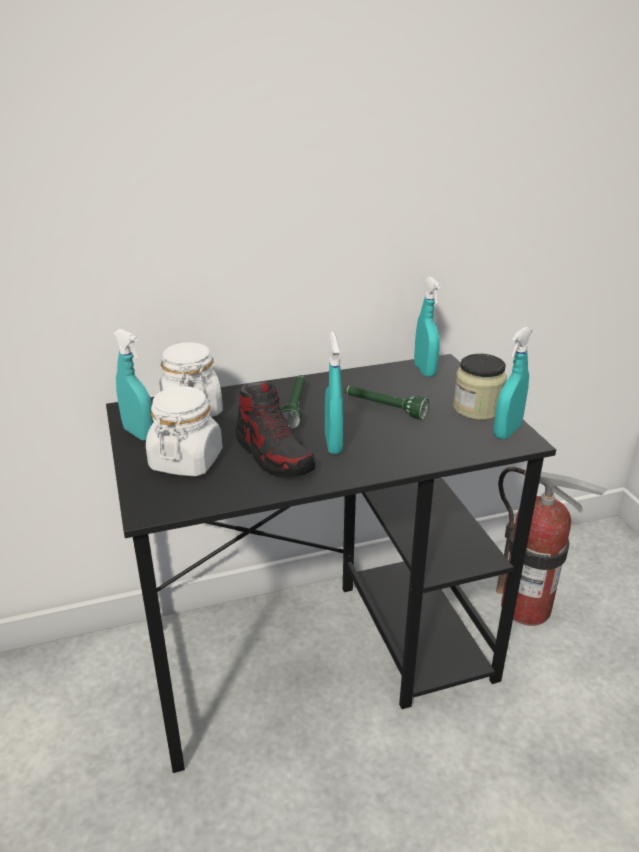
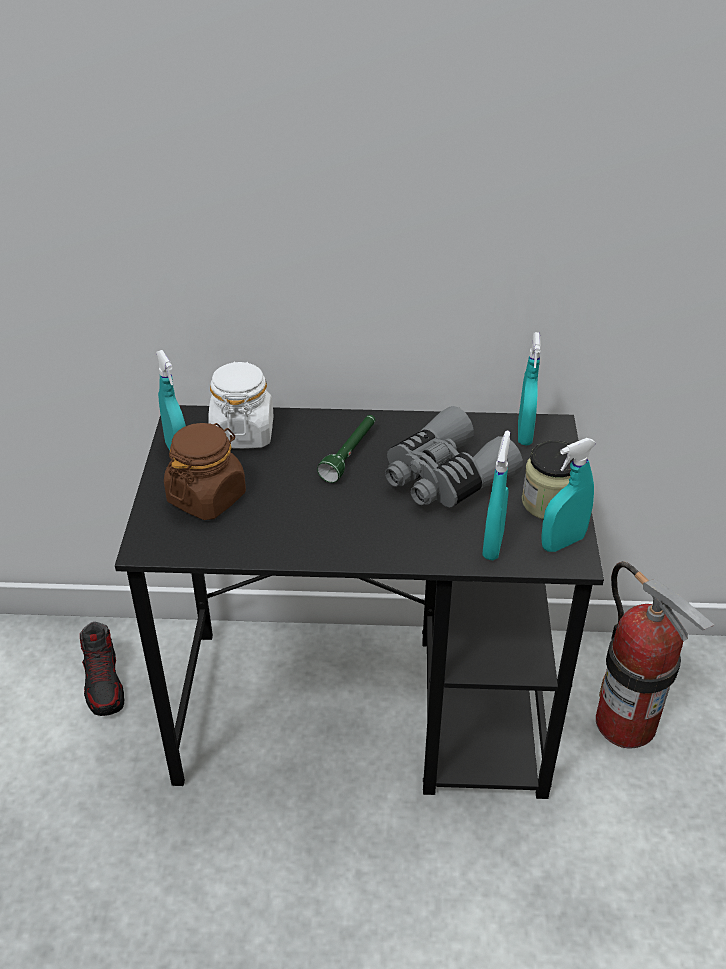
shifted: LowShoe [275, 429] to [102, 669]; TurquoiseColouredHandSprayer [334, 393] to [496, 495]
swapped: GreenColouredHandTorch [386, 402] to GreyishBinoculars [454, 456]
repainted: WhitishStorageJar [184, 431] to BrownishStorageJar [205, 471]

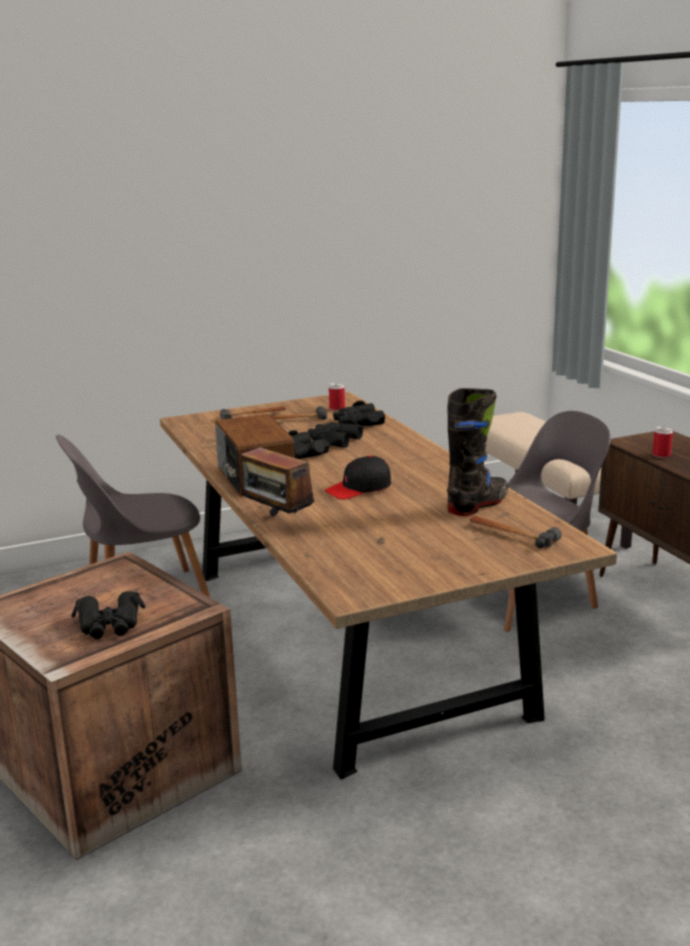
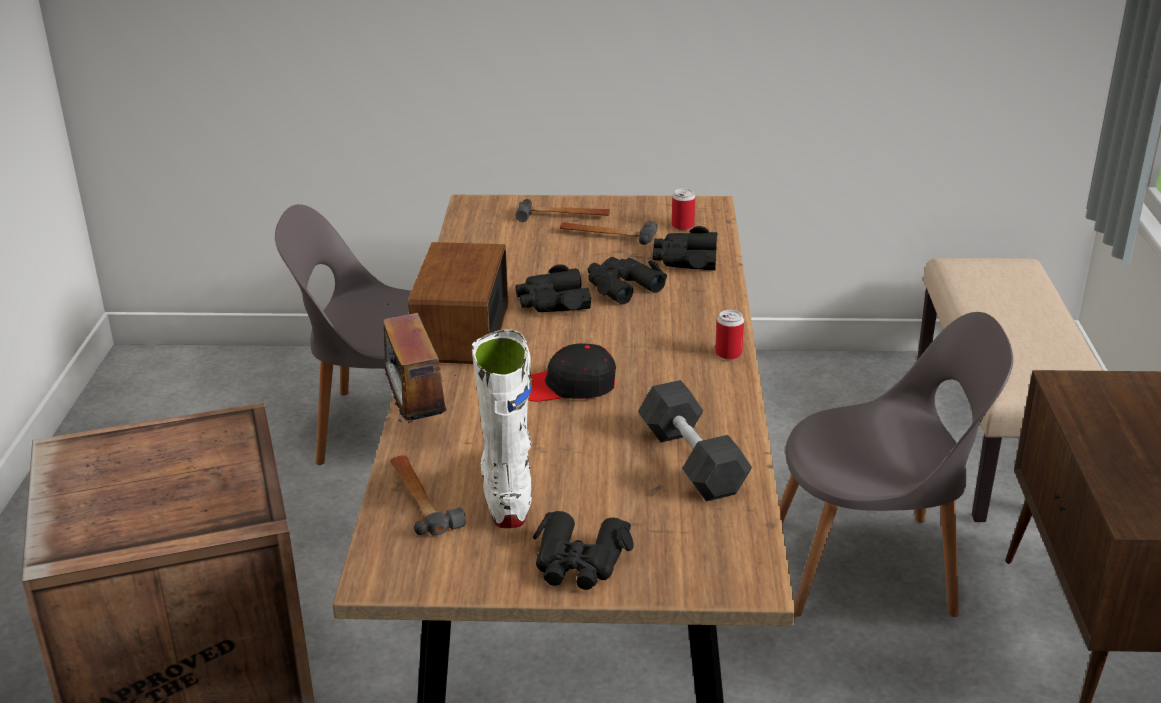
new: WhitishHighTopBoot [501, 428]
shifted: BlackishBinoculars [108, 615] to [583, 550]; ToolHammer [515, 532] to [428, 495]; SealedCan [663, 442] to [729, 335]
swapped: BlackishHighTopBoot [478, 452] to GreyishHandWeight [695, 441]

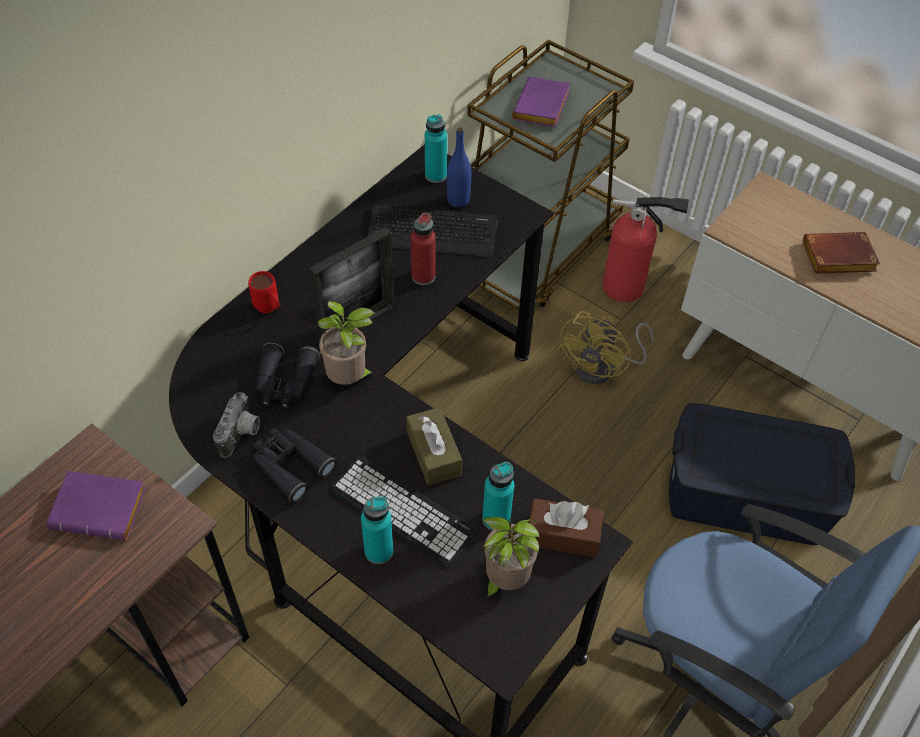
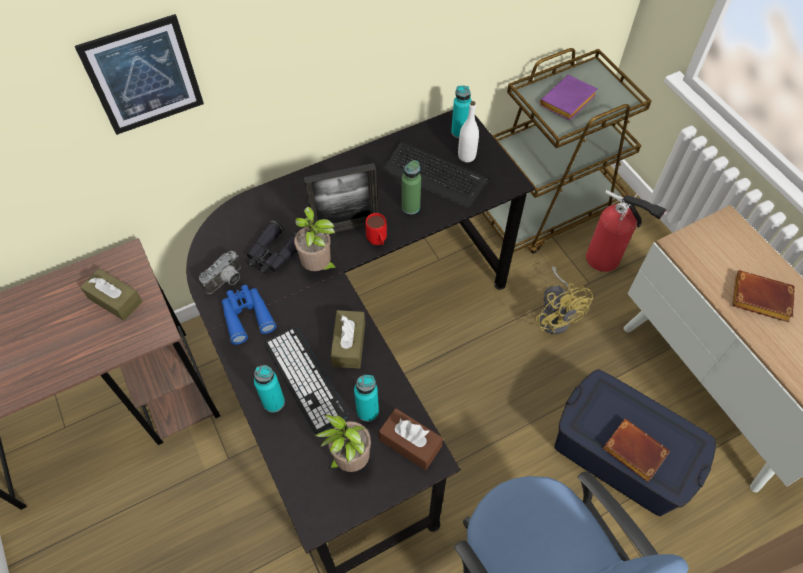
new: WallArt [139, 74]; BrownishBook [636, 450]
shifted: RedMug [264, 292] to [376, 229]
swapped: PurpleColouredBook [96, 505] to BrownishBoxOfTissues [111, 294]
repainted: BlackishBinoculars [295, 465] to BlueBinoculars [249, 315]; RedBottle [423, 249] to GreenColouredBottle [411, 187]; BlueBottle [459, 167] to WhitishBottle [468, 131]
rotated: YellowishCoolingFan [605, 347] = [564, 300] 75 degrees counterclockwise

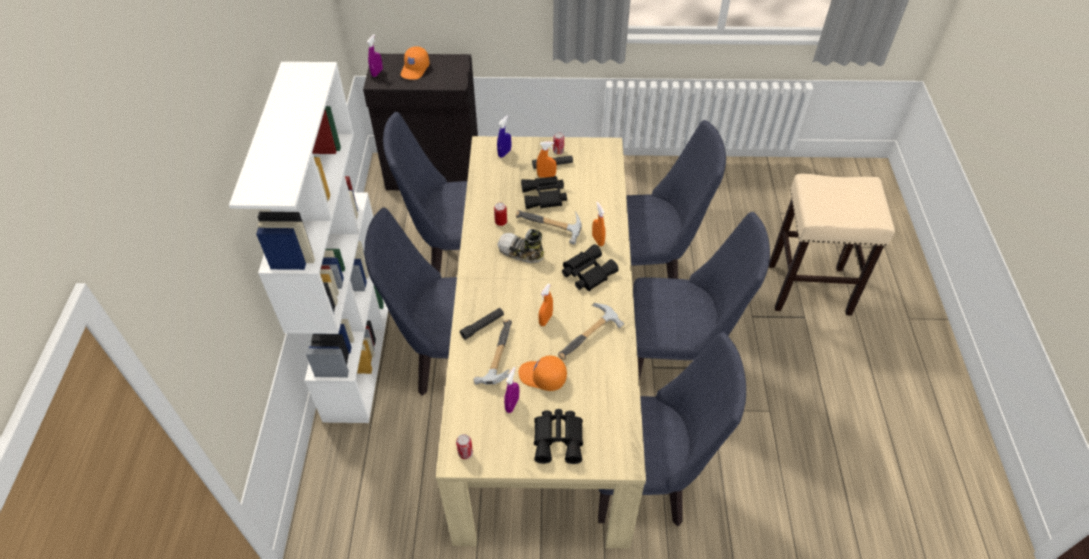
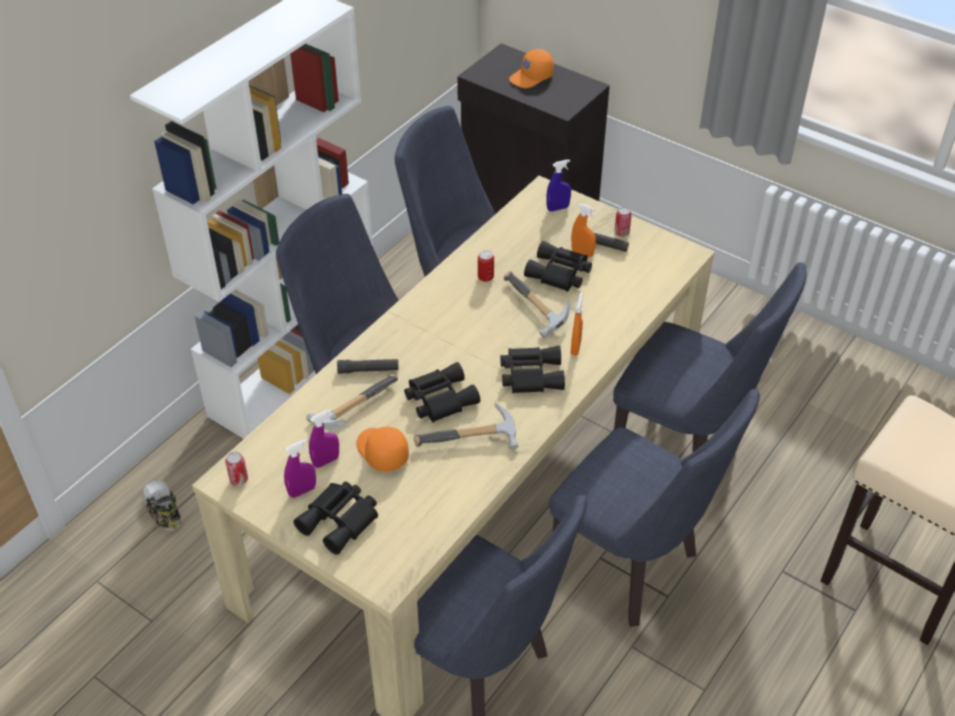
shifted: PurpleColouredHandSprayer [375, 55] to [300, 468]; LowShoe [520, 246] to [162, 506]
swapped: OrangeColouredHandSprayer [545, 305] to BlackishBinoculars [442, 392]

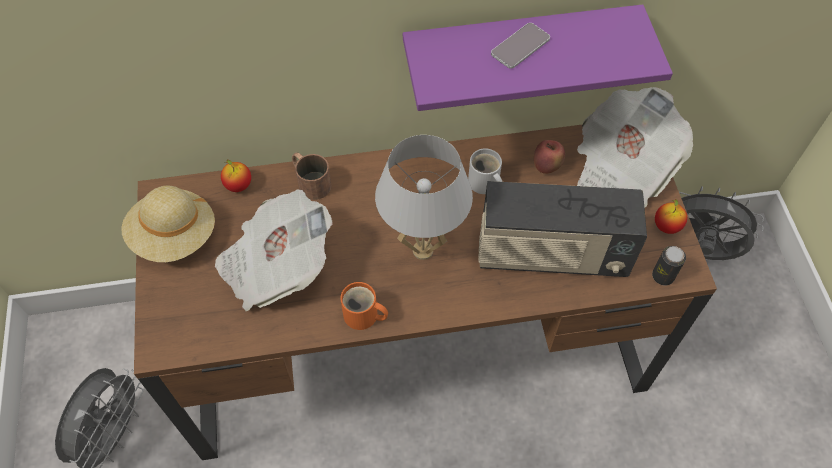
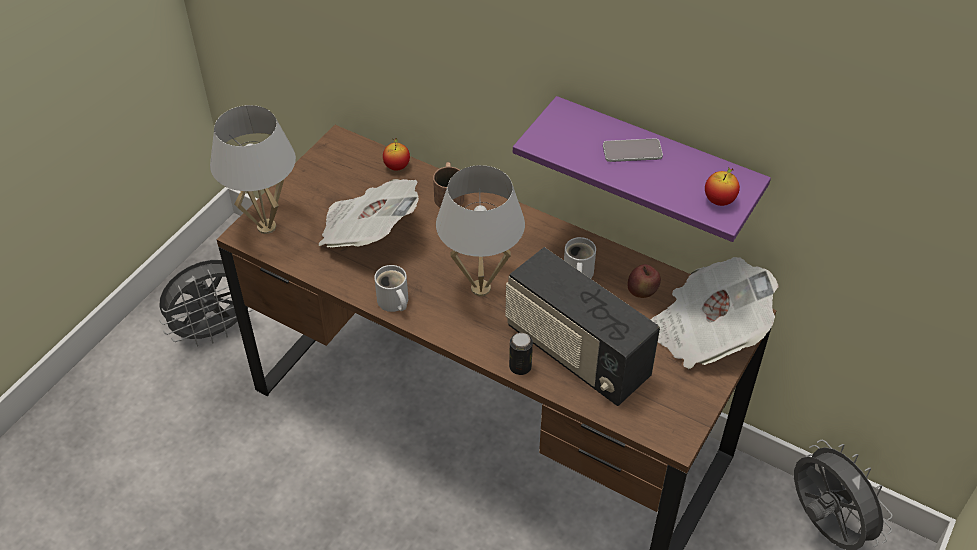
gone: SandColouredHat [168, 224]
new: WhitishTabletopLamp [253, 169]
shifted: SealedCan [669, 266] to [521, 354]; Apple [671, 216] to [722, 187]
repainted: OrangeColouredMug [364, 306] to WhitishMug [391, 288]

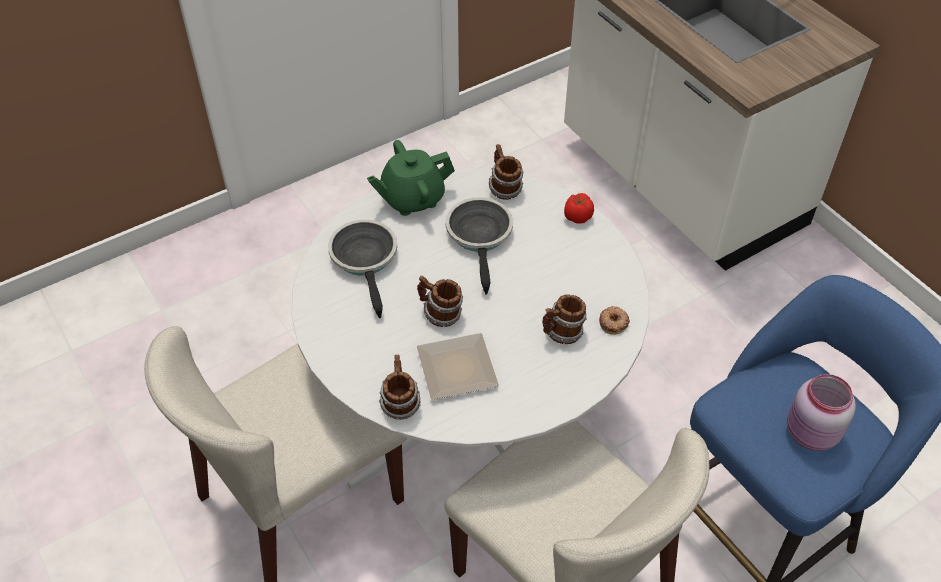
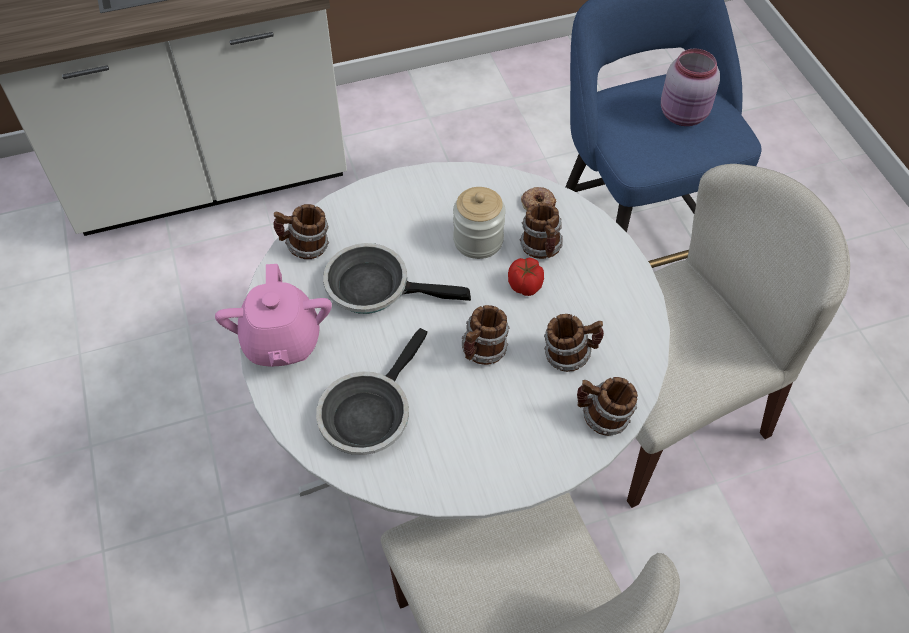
new: StorageJar [479, 223]
shifted: WholeTomato [579, 208] to [526, 277]
swapped: FlatDish [458, 366] to Mug [574, 343]
repainted: GreenColouredTeapot [411, 178] to PinkishTeapot [273, 315]
rotated: Pan [362, 269] = [372, 391] 60 degrees counterclockwise

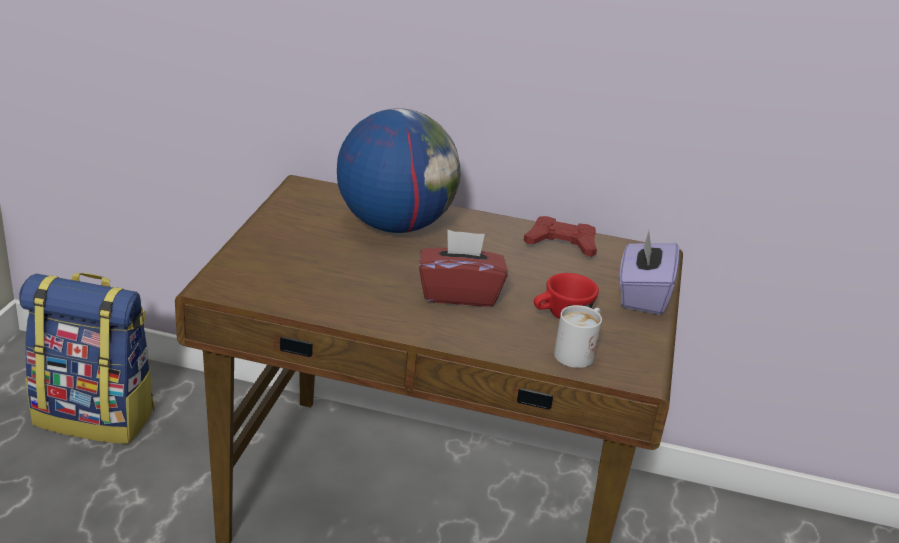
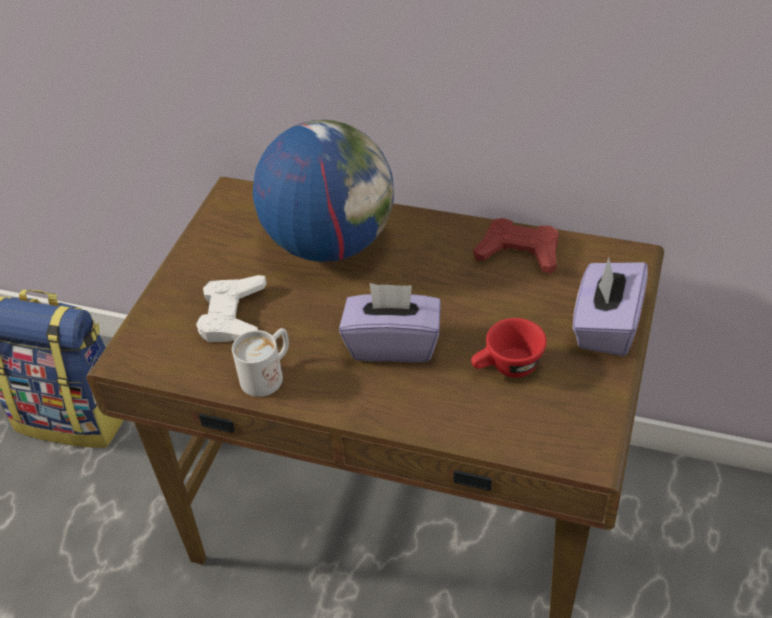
new: WhitishGamepad [231, 308]
shifted: WhitishMug [578, 336] to [260, 362]
repainted: RedBoxOfTissues [463, 268] to PurpleColouredBoxOfTissues [390, 322]

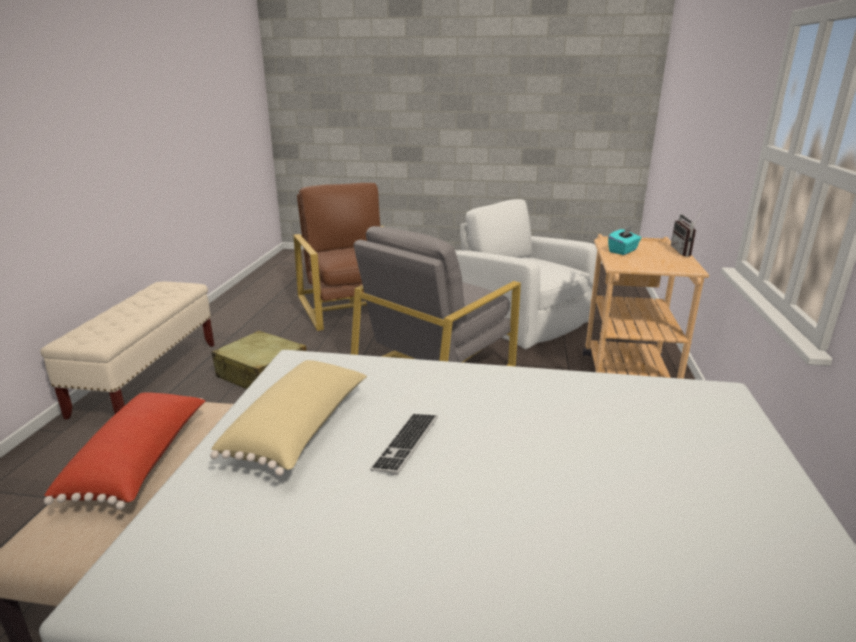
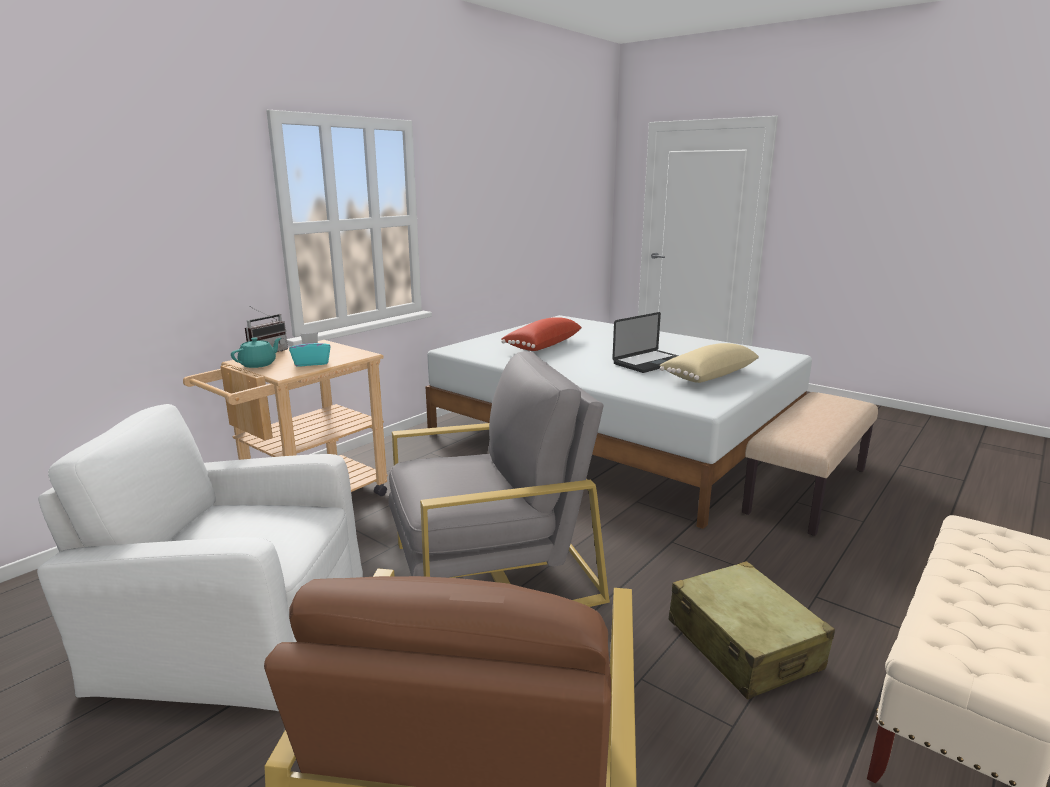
new: TurquoiseColouredTeapot [256, 352]
shifted: RedPillow [125, 451] to [541, 334]
swapped: Keyboard [404, 444] to Laptop [645, 342]
rotated: WhitishEasyChair [526, 274] = [200, 557] 105 degrees clockwise

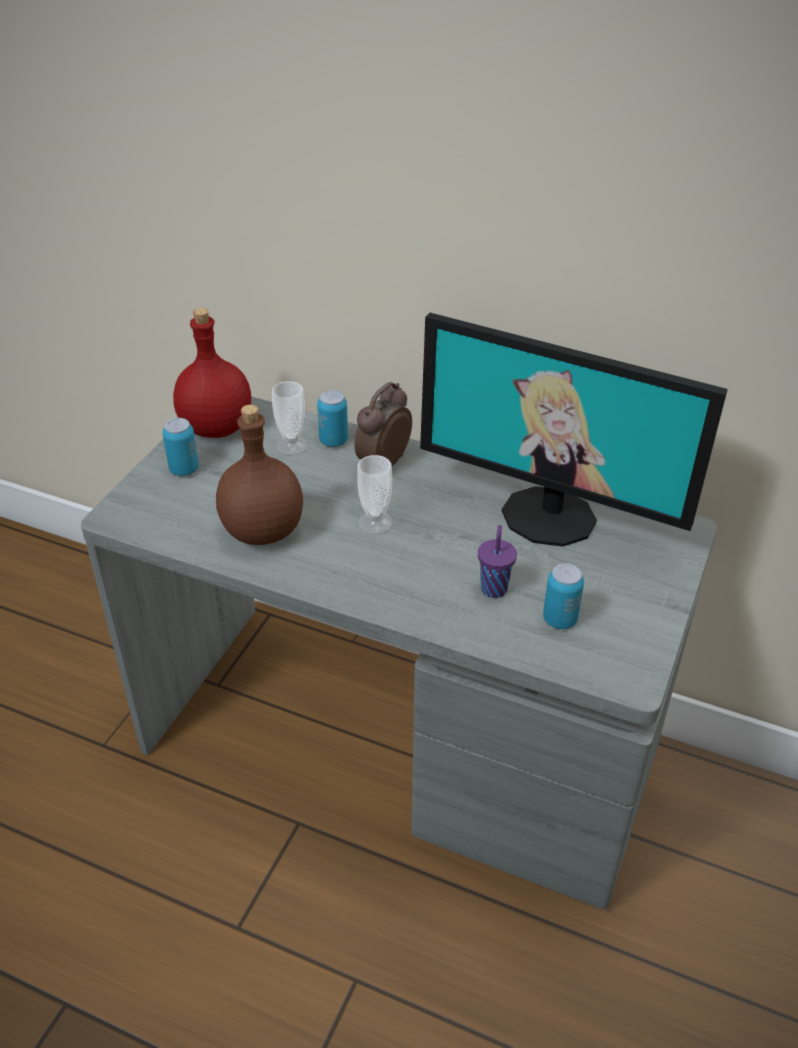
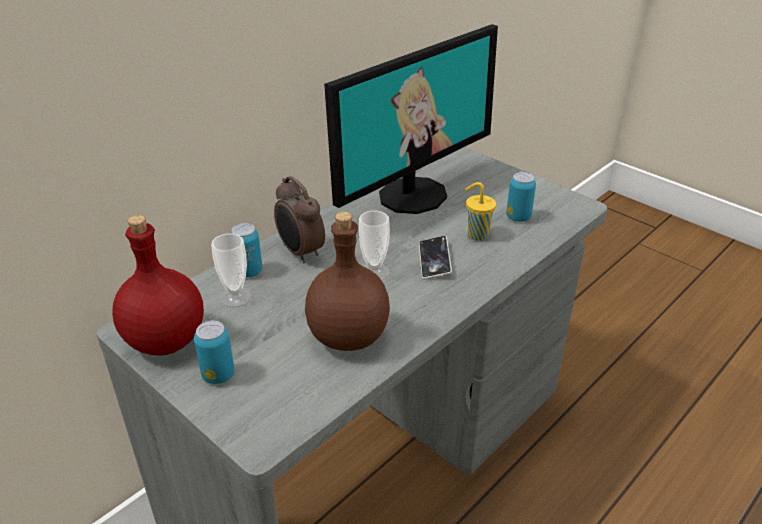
new: Handset [435, 257]
repainted: PurpleColouredCup [497, 561] to YellowishCup [480, 211]

